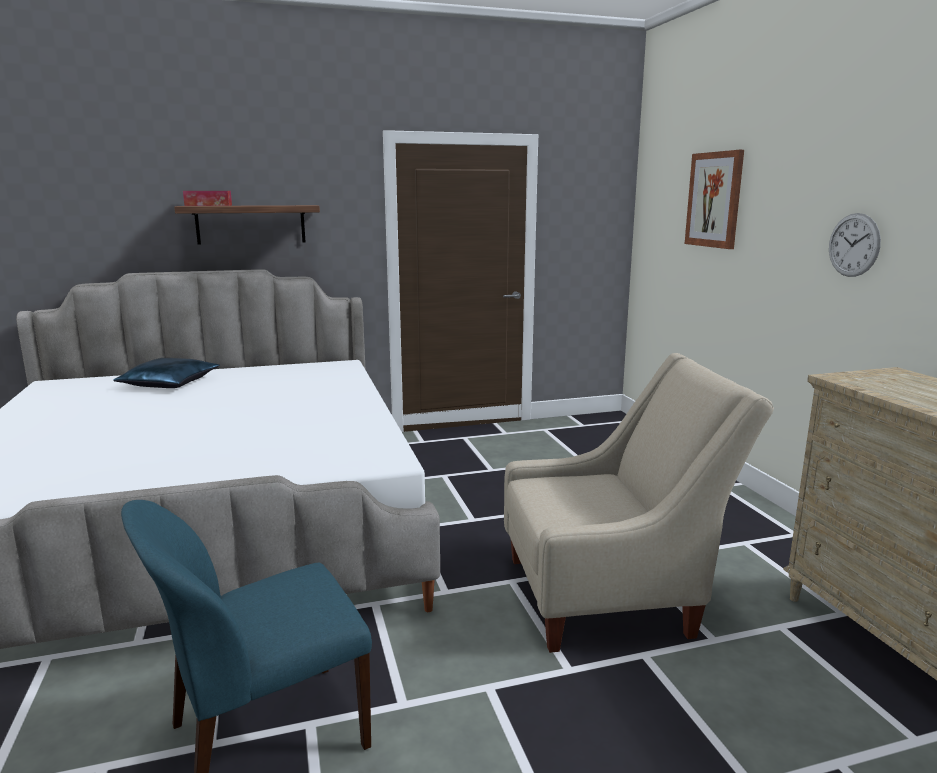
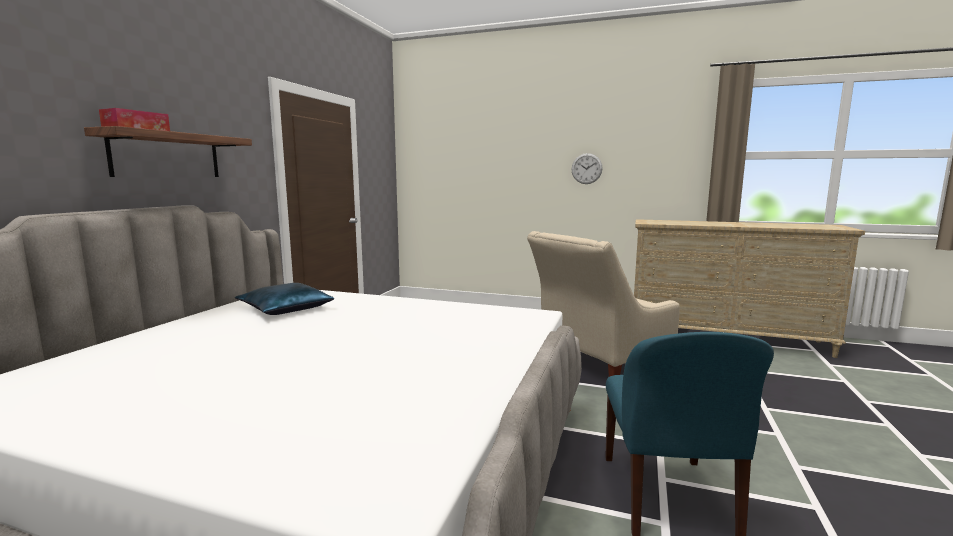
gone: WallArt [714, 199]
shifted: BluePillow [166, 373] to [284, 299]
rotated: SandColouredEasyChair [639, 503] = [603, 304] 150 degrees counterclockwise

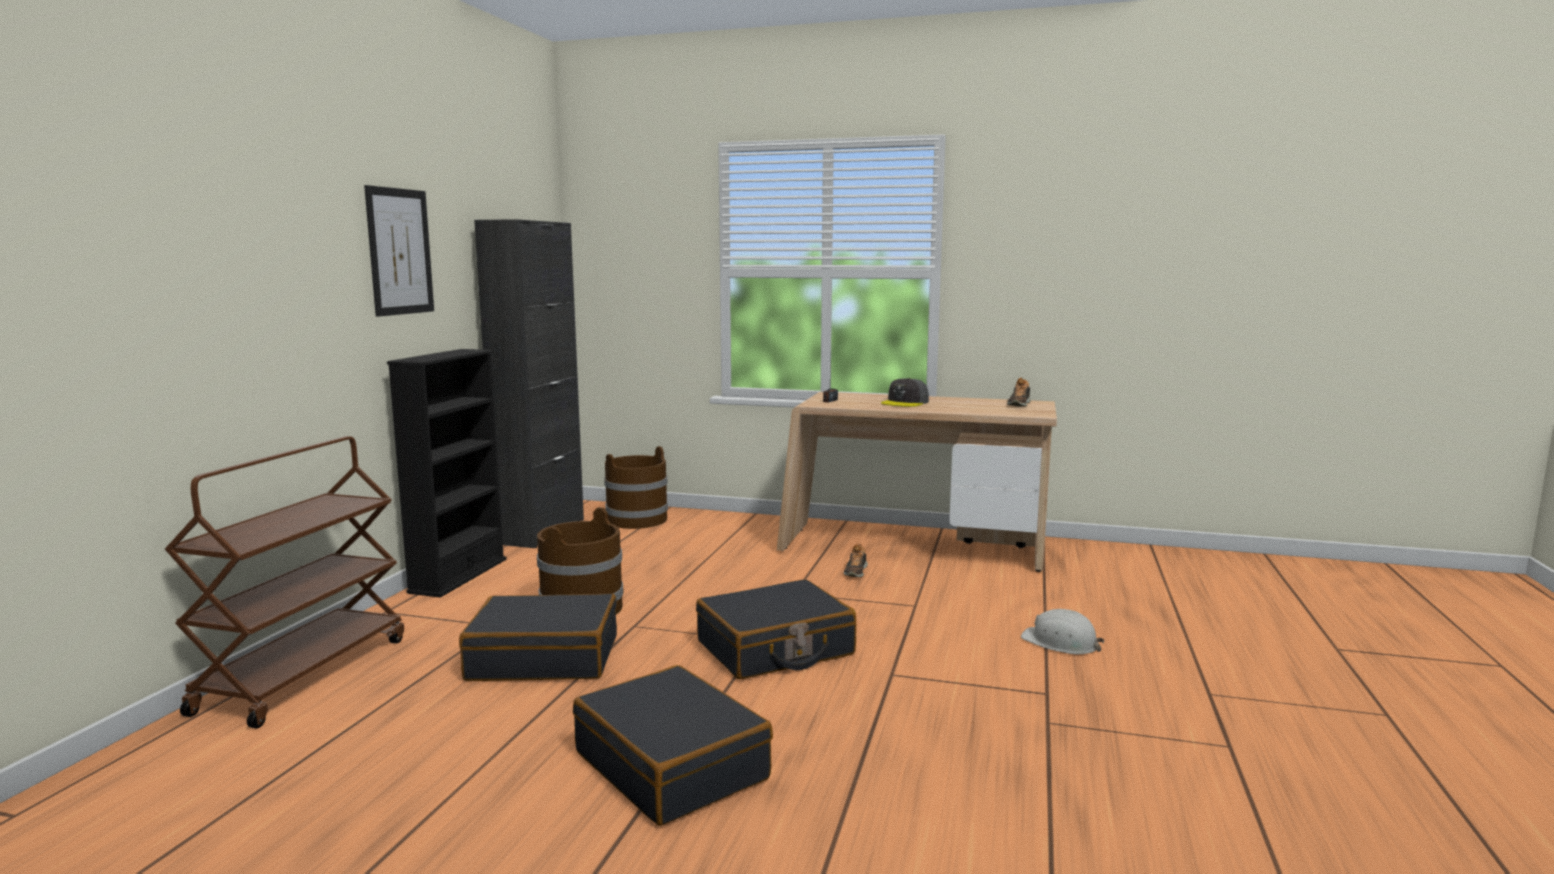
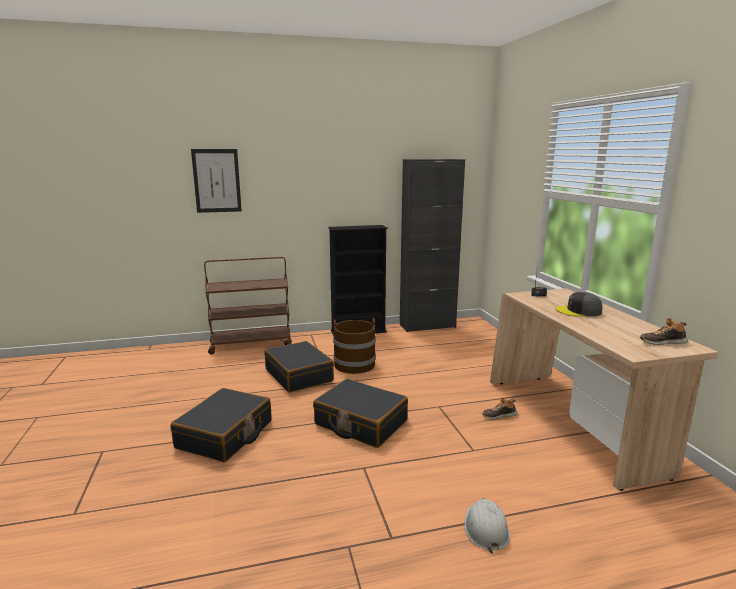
gone: BrownishBucket [636, 487]
shifted: WallArt [399, 251] to [216, 181]

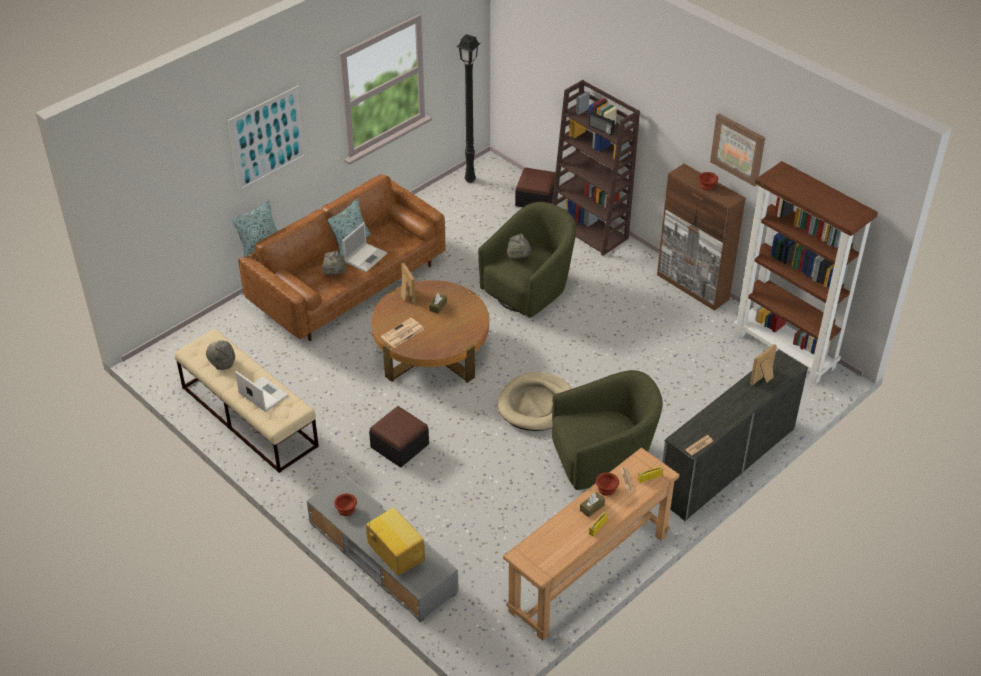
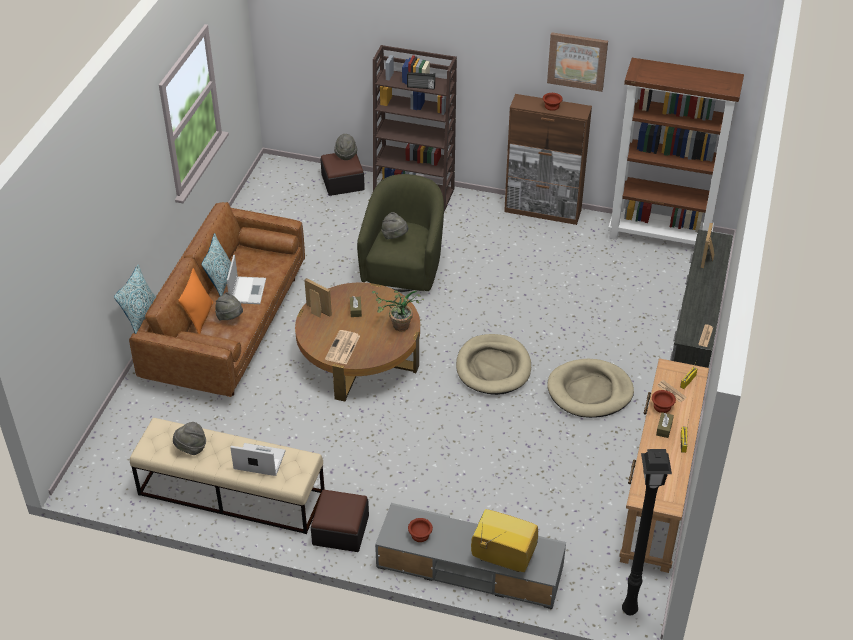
gone: WallArt [267, 139]
new: OrangeColouredPillow [196, 301]; GreyishHat [345, 147]; Houseplant [398, 311]
shifted: Ottoman [399, 436] to [340, 521]; BlackishStandingLamp [469, 108] to [647, 532]
swapped: GreenColouredEasyChair [607, 430] to SandColouredDogBed [590, 388]

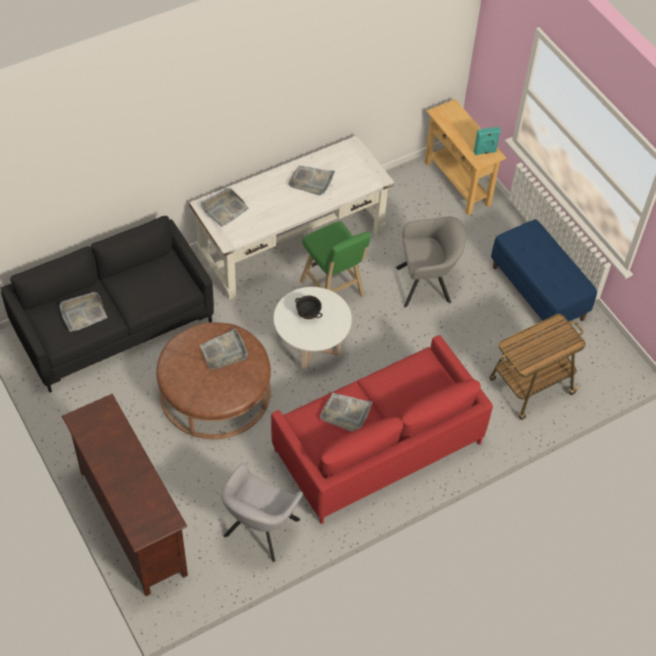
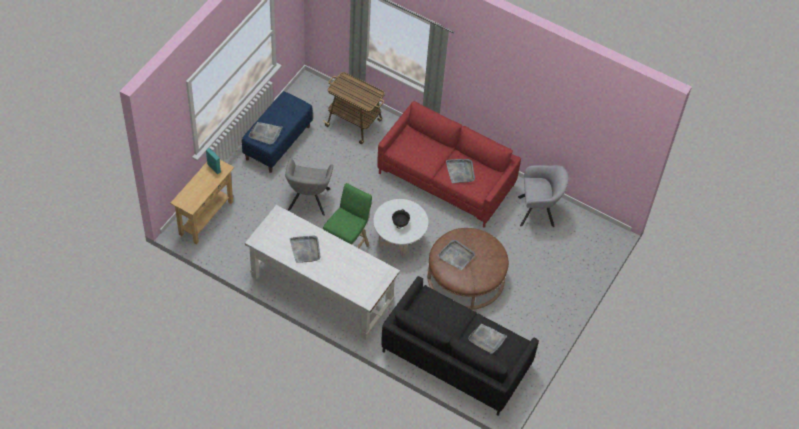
gone: BrownishTvUnit [125, 495]
shifted: GreyishServingTray [225, 207] to [265, 133]
rotated: GreyishEasyChair [431, 262] = [309, 187] 135 degrees counterclockwise

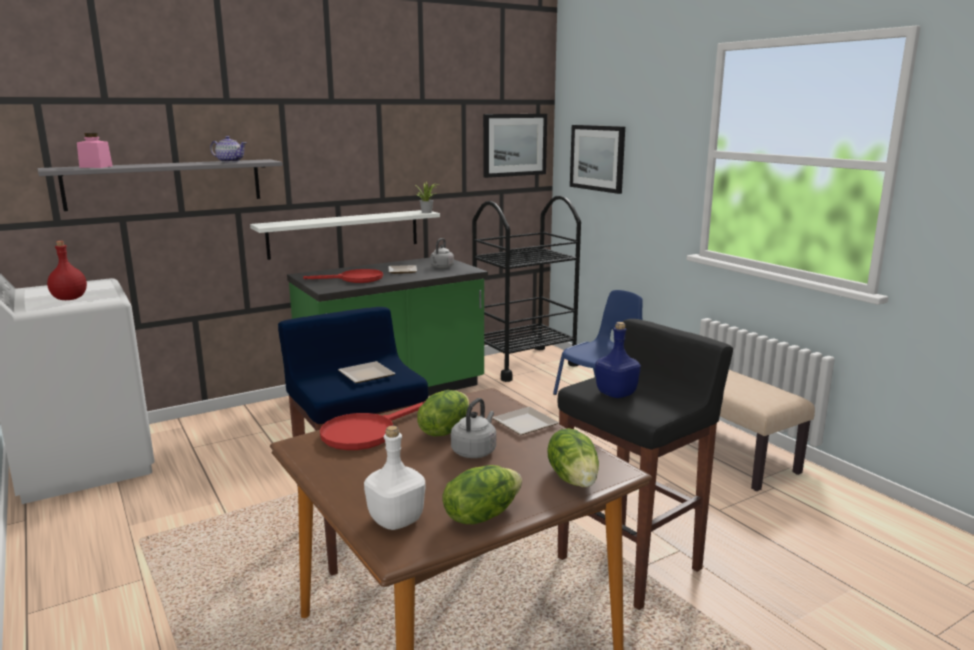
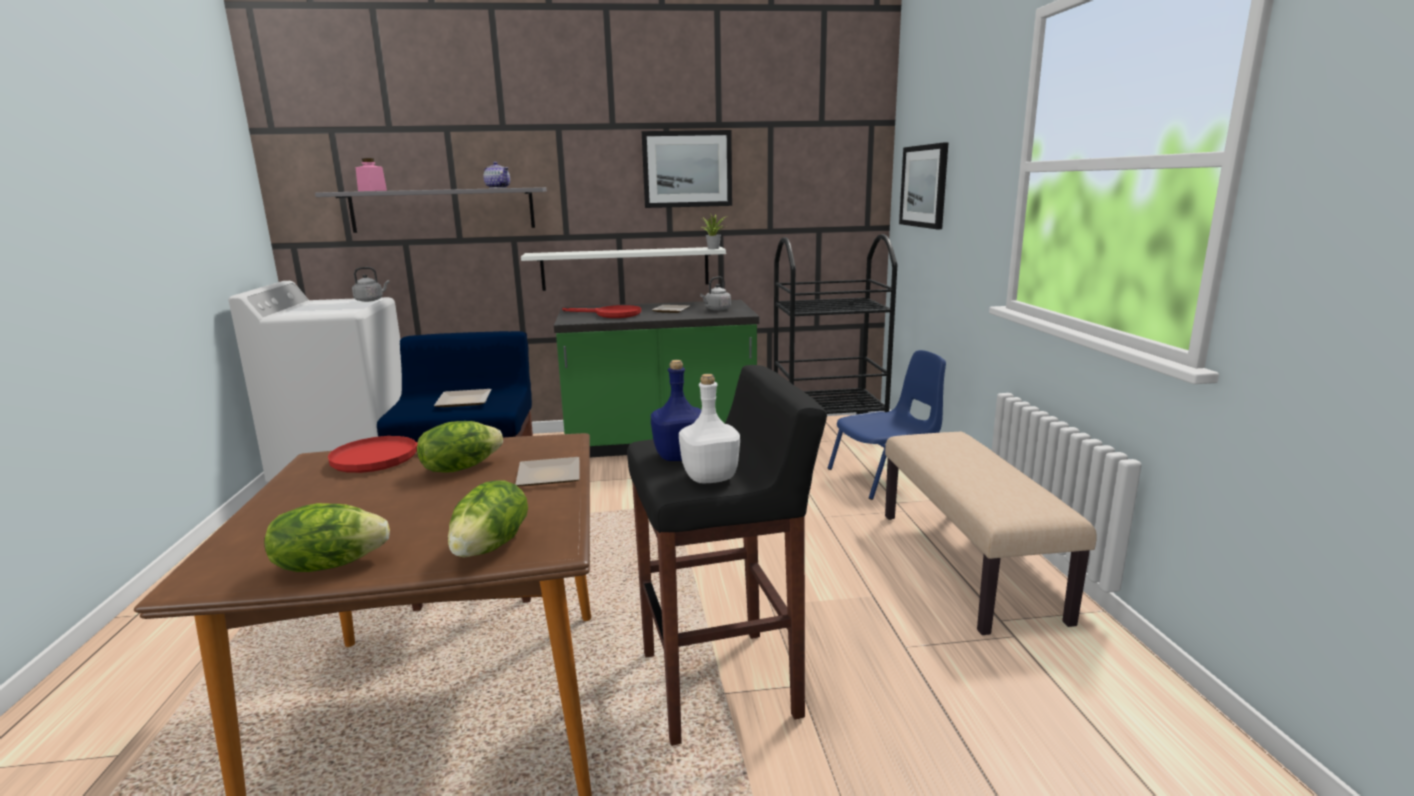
gone: RedBottle [67, 270]
shifted: WhitishBottle [394, 478] to [709, 428]; GreyishTeaKettle [473, 428] to [370, 284]; WallArt [515, 146] to [687, 169]

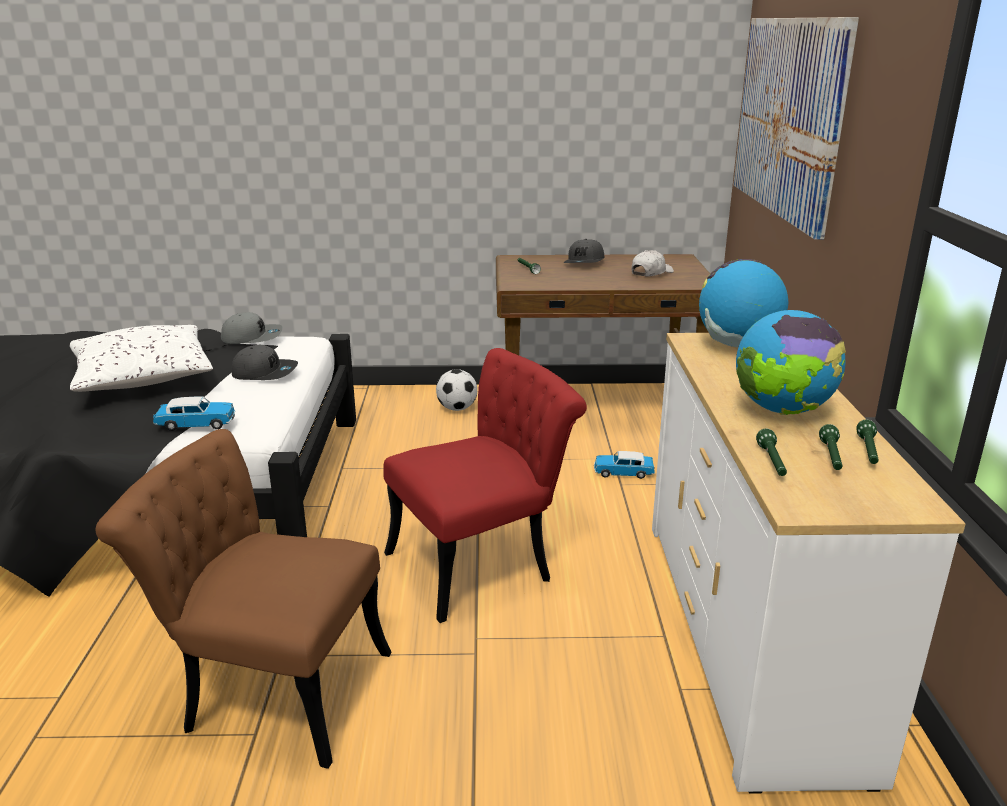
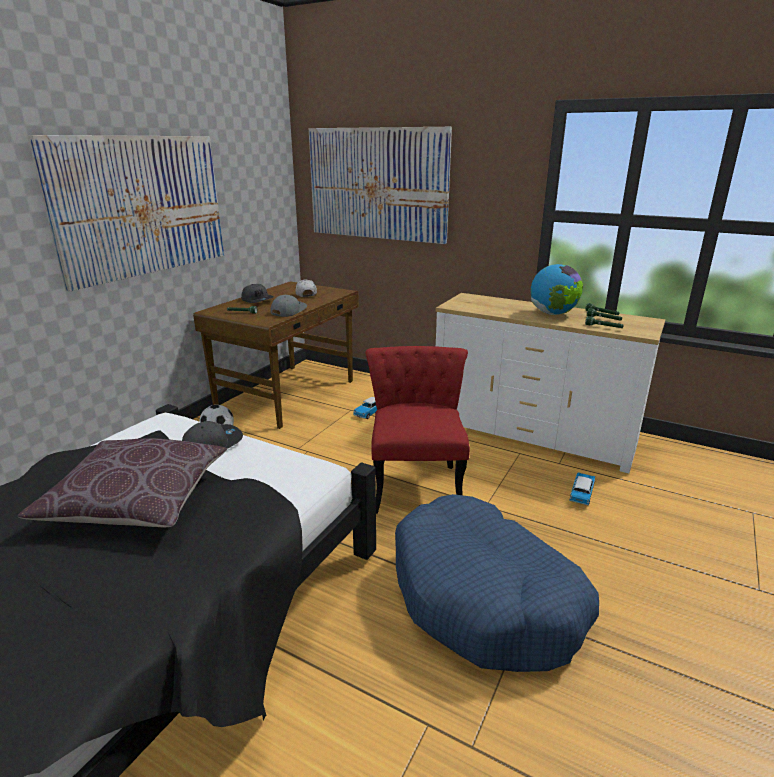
gone: WorldGlobe [743, 303]
new: WallArt [126, 213]
shifted: ToyCar [194, 413] to [582, 488]; GreyishBaseballCap [252, 328] to [288, 306]
swapped: BrownishChair [243, 599] to BlueDogBed [497, 583]
repainted: WhitishPillow [141, 358] to BrownishPillow [122, 482]

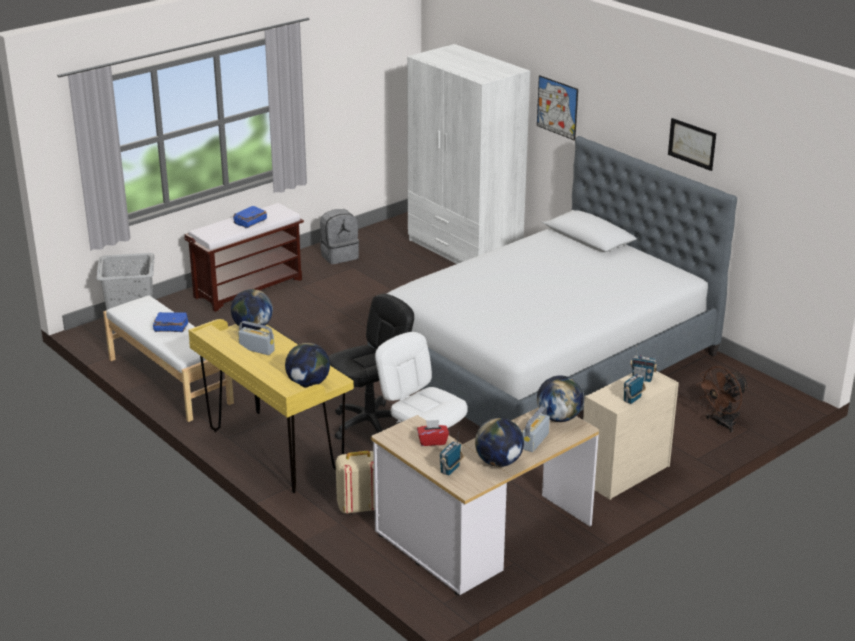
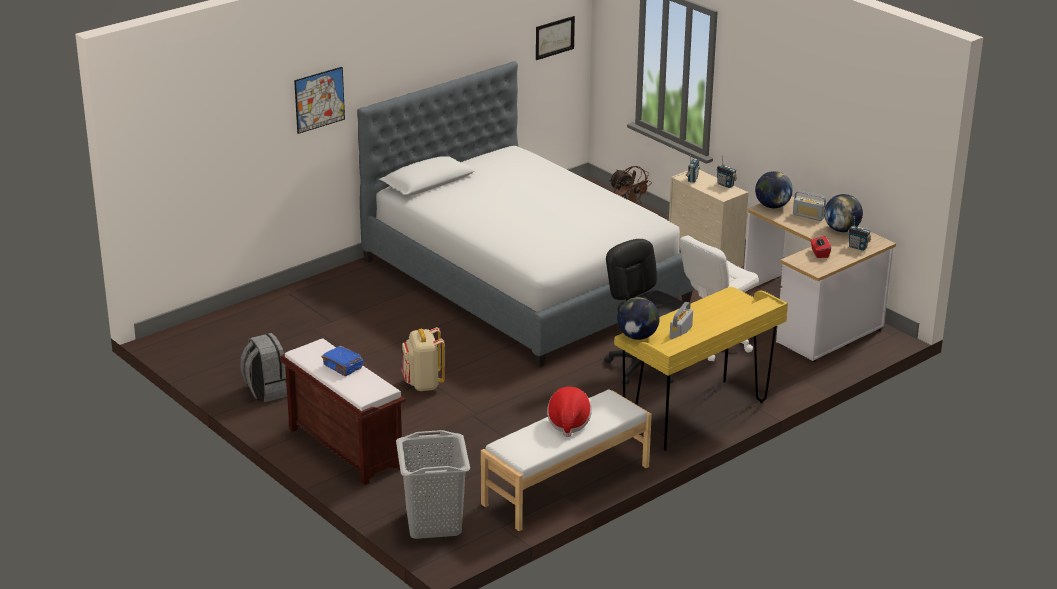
gone: WorldGlobe [307, 365]; WhitishWardrobe [468, 154]
shifted: SandColouredBackpack [355, 482] to [423, 359]; WallArt [692, 144] to [555, 38]
swapped: BlueBook [170, 322] to Hat [569, 412]

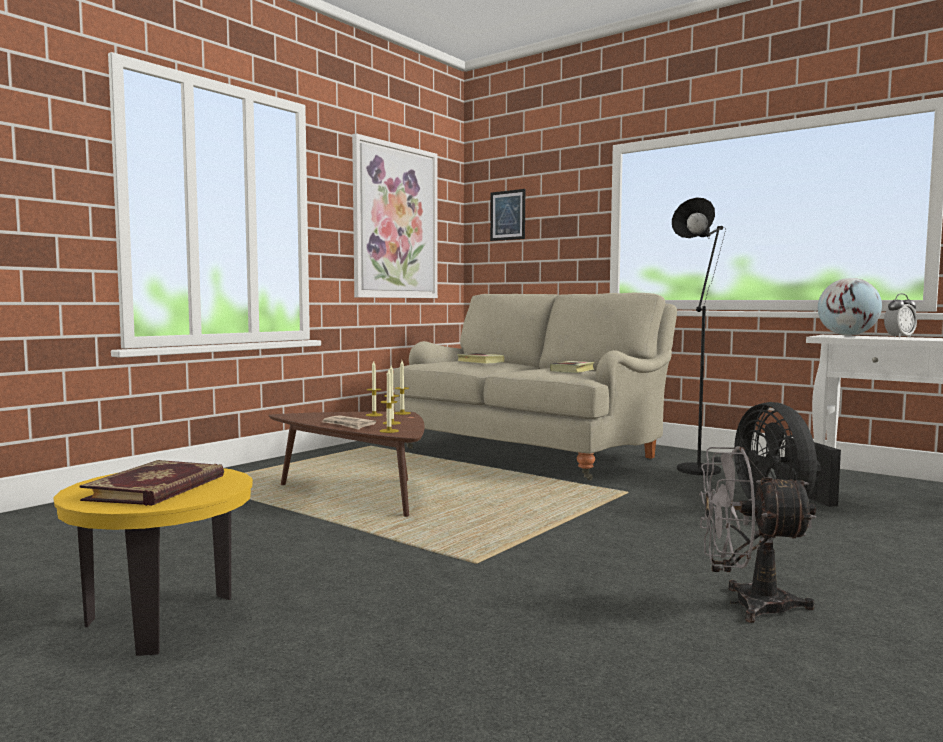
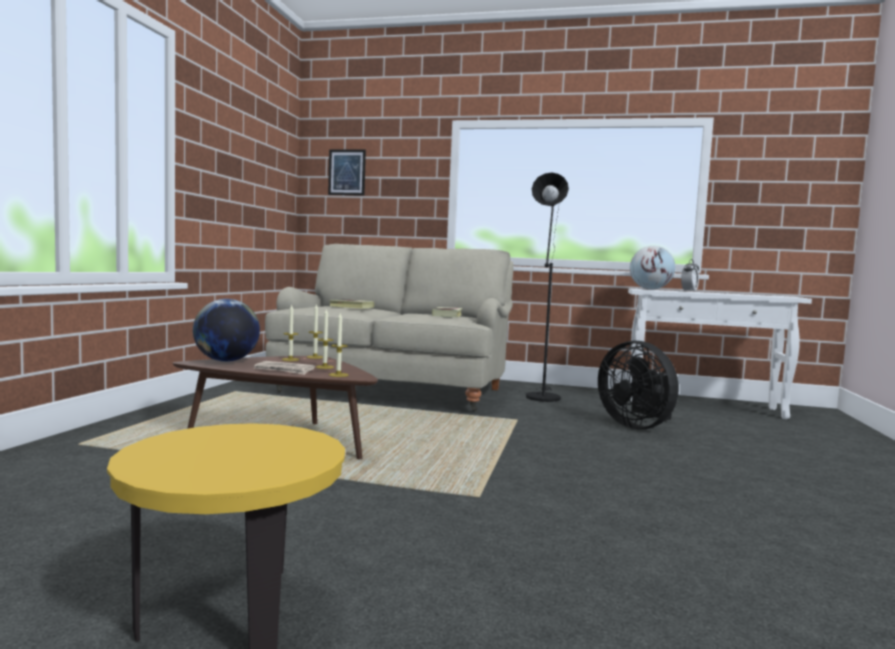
gone: Book [152, 483]; WallArt [395, 215]; GreyishCoolingFan [757, 534]
new: WorldGlobe [226, 330]

